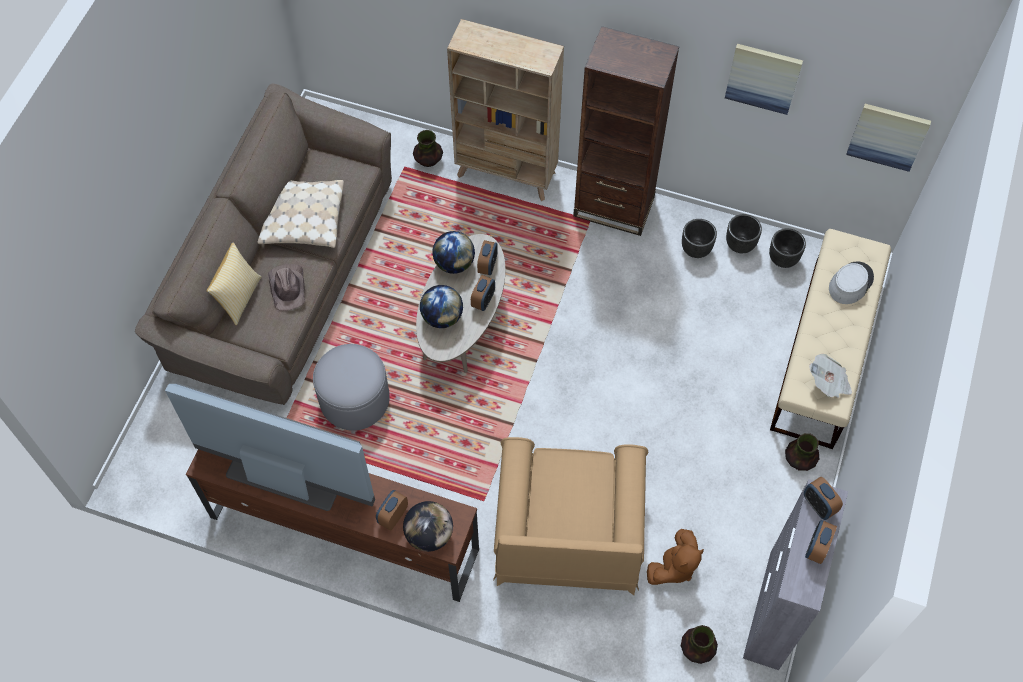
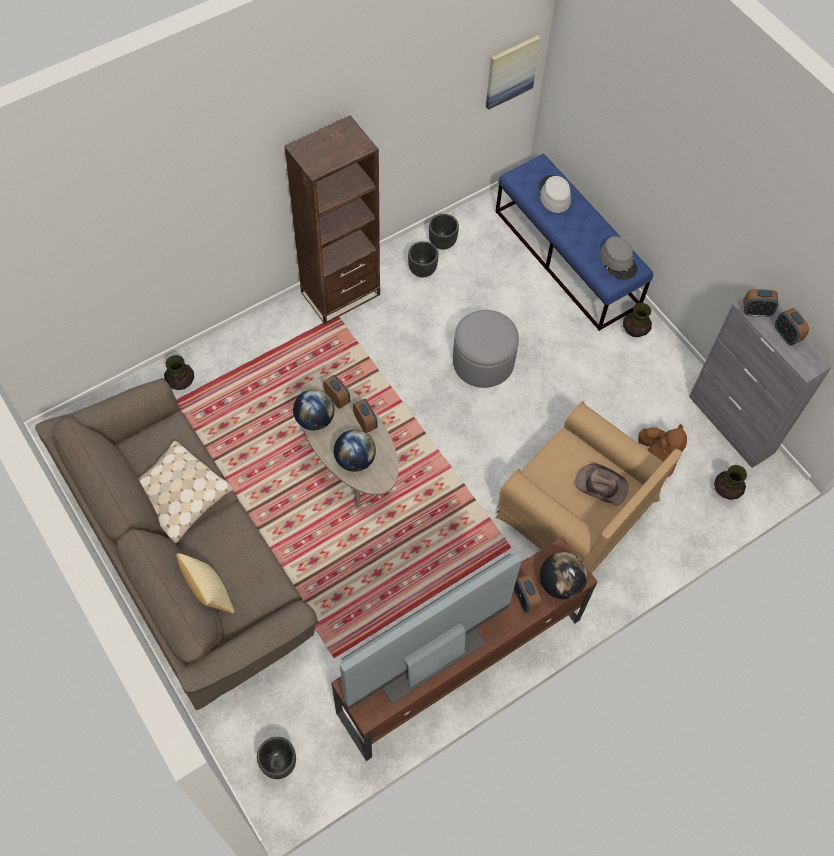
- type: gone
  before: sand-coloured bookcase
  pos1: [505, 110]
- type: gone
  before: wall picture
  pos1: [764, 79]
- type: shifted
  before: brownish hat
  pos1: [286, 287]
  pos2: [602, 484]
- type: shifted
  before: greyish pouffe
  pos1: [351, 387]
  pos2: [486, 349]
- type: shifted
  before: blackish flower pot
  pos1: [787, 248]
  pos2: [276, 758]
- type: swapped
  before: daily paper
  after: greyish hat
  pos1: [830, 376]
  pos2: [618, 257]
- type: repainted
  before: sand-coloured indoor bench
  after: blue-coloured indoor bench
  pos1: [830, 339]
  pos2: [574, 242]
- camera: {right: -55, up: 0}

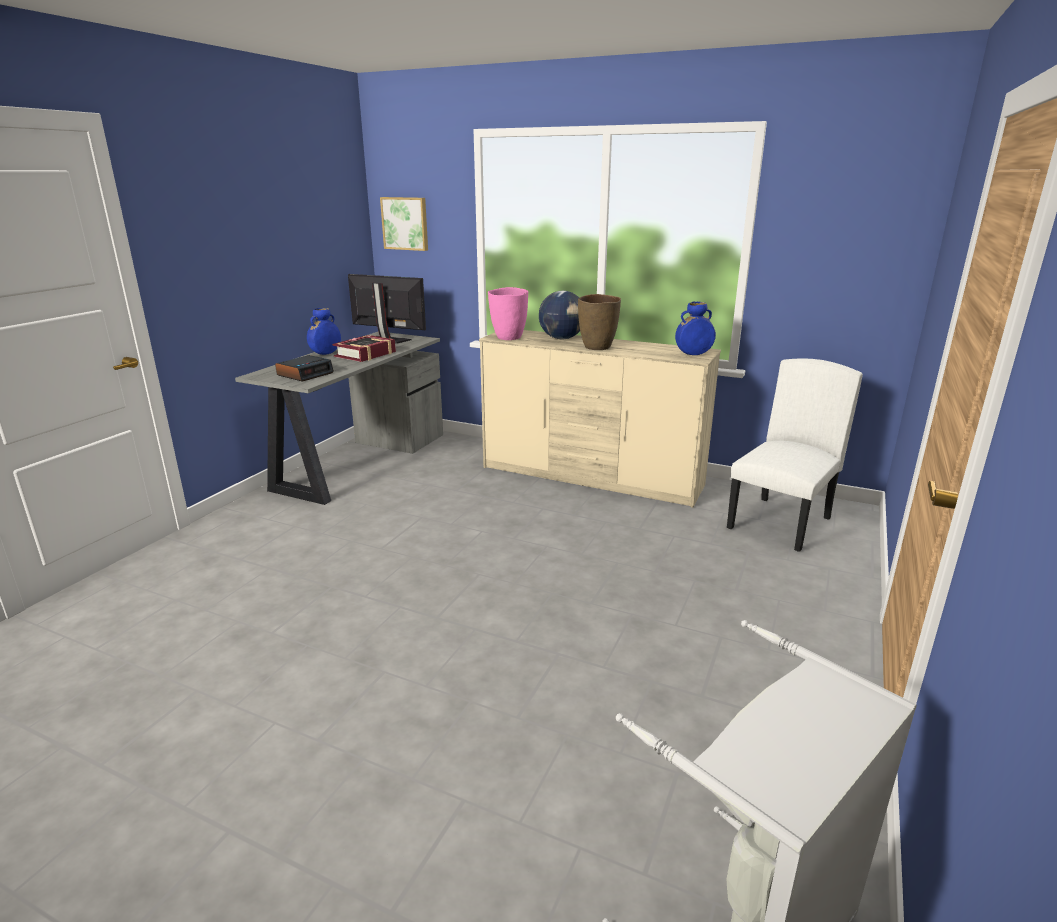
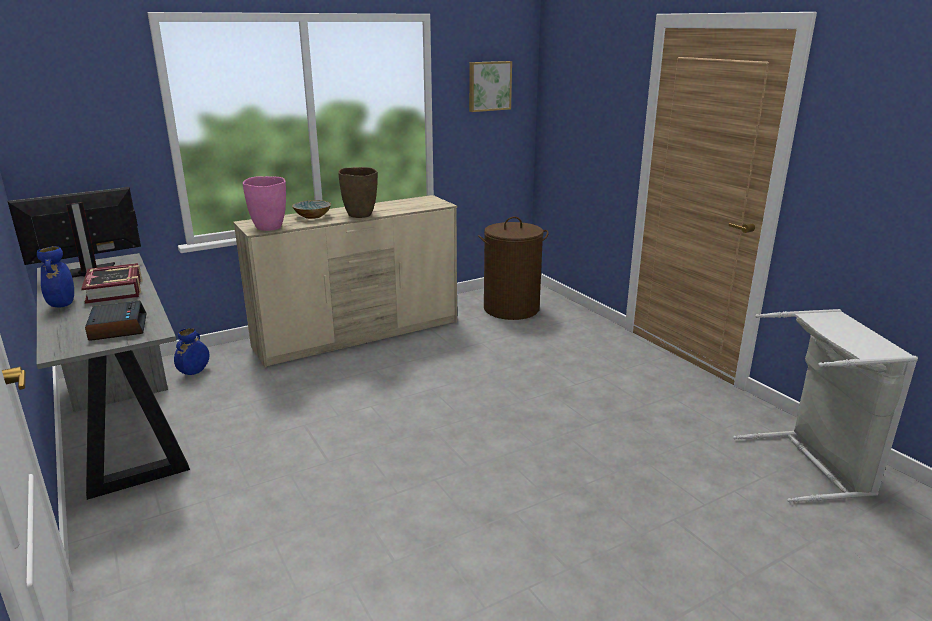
- type: shifted
  before: wall picture
  pos1: [404, 224]
  pos2: [490, 86]
- type: shifted
  before: blue-coloured decorative vase
  pos1: [695, 328]
  pos2: [191, 351]
- type: swapped
  before: desk globe
  after: bowl
  pos1: [559, 315]
  pos2: [311, 209]
- type: swapped
  before: white plain chair
  after: brownish hamper
  pos1: [795, 455]
  pos2: [513, 268]
- camera: {right: -55, up: 0}

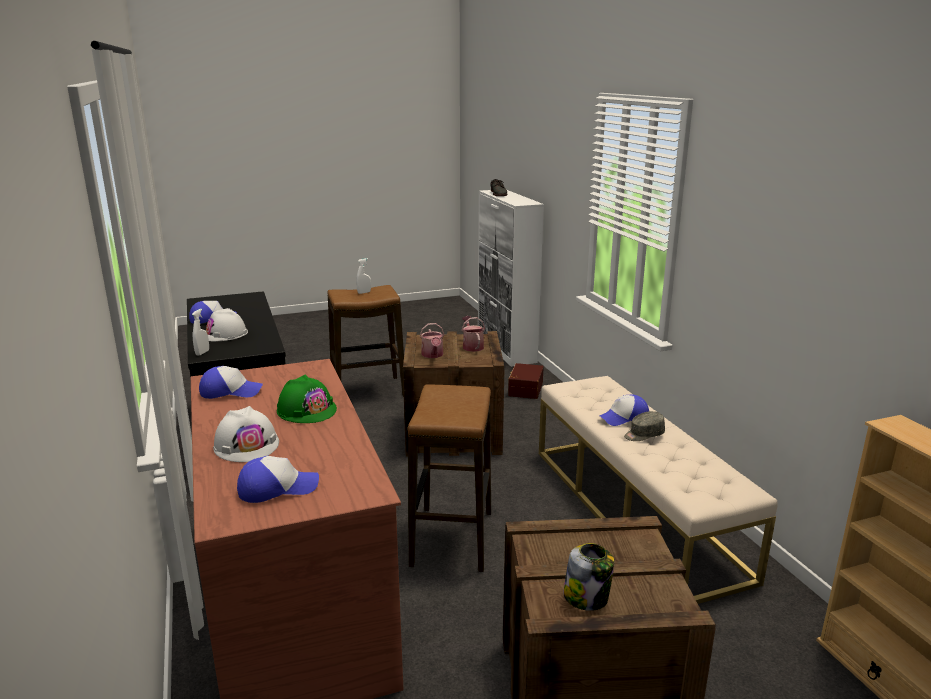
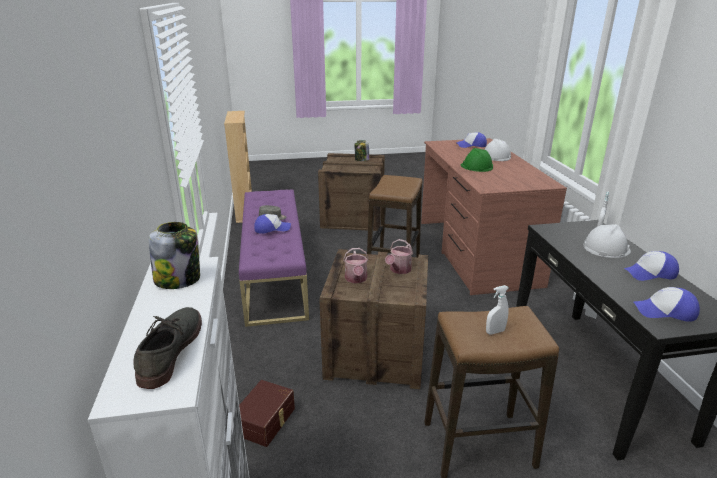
- type: new
  after: jar
  pos2: [174, 255]
- type: shifted
  before: cap
  pos1: [231, 382]
  pos2: [667, 304]
- type: repainted
  before: sand-coloured indoor bench
  after: purple-coloured indoor bench
  pos1: [658, 490]
  pos2: [274, 258]
- type: rotated
  before: watering can
  pos1: [432, 340]
  pos2: [399, 256]
  turn: -150
- camera: {right: -170, up: 5}

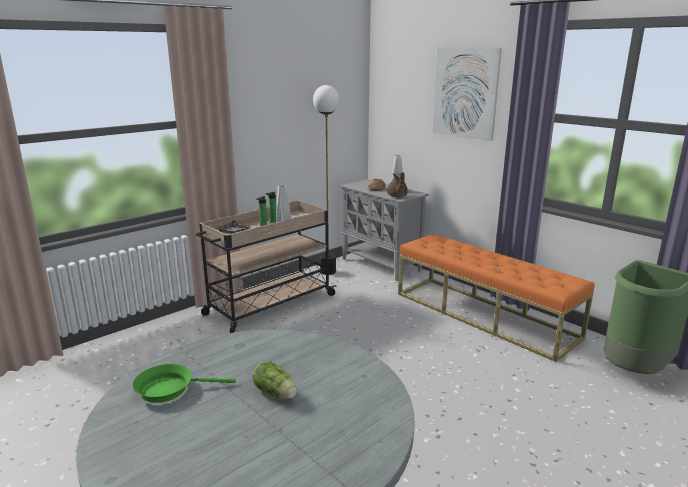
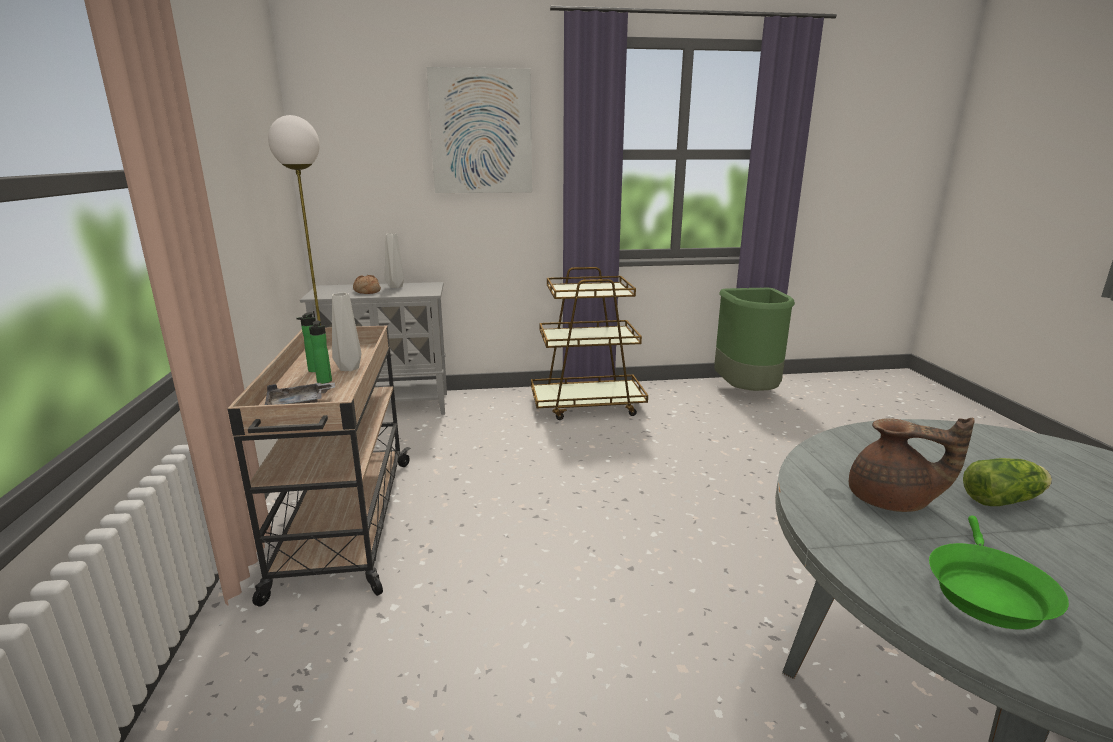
- type: shifted
  before: brownish tea pot
  pos1: [397, 184]
  pos2: [912, 464]
- type: swapped
  before: orangey indoor bench
  after: brownish wheeled cart
  pos1: [496, 298]
  pos2: [589, 343]
- camera: {right: -55, up: 0}

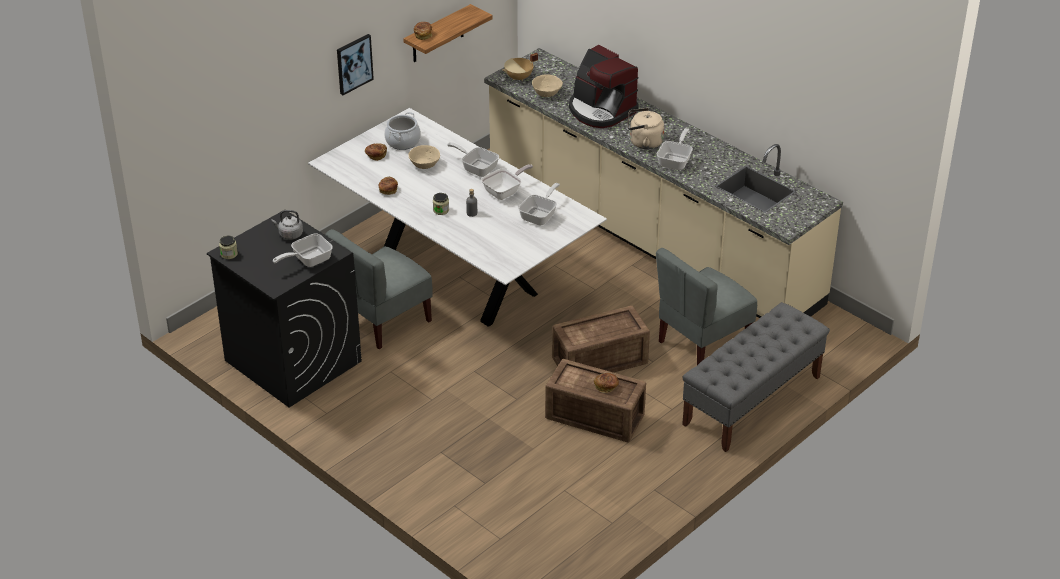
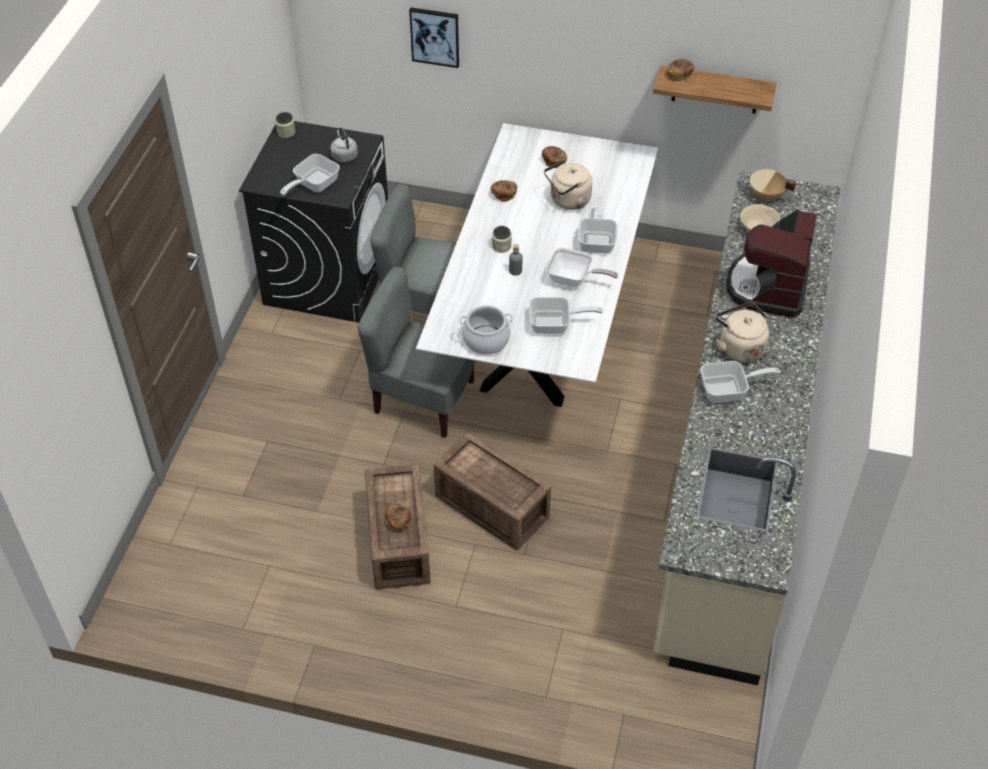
- type: gone
  before: greyish indoor bench
  pos1: [756, 377]
- type: shifted
  before: wall picture
  pos1: [355, 64]
  pos2: [434, 37]
- type: shifted
  before: saucepot
  pos1: [402, 131]
  pos2: [486, 330]
- type: shifted
  before: greyish plain chair
  pos1: [706, 306]
  pos2: [416, 352]
- type: swapped
  before: sand-coloured bowl
  after: sand-coloured kettle
  pos1: [424, 157]
  pos2: [568, 185]
- type: rotated
  before: skillet
  pos1: [303, 250]
  pos2: [310, 174]
  turn: -75
- camera: {right: 60, up: 10}

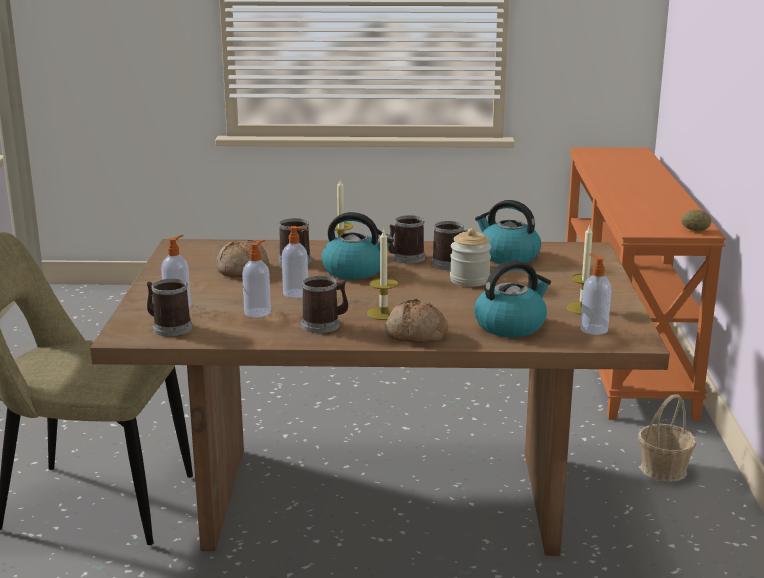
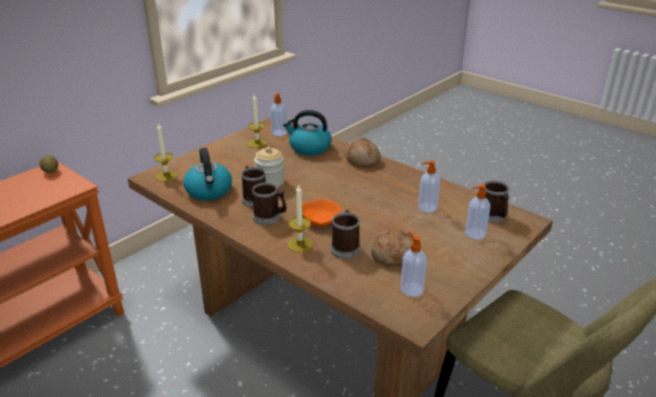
- type: gone
  before: mug
  pos1: [324, 304]
- type: gone
  before: basket
  pos1: [667, 438]
- type: shifted
  before: soap bottle
  pos1: [295, 262]
  pos2: [414, 264]
- type: shifted
  before: wax candle
  pos1: [382, 275]
  pos2: [166, 152]
- type: swapped
  before: kettle
  after: orangey bowl
  pos1: [357, 245]
  pos2: [321, 213]
- camera: {right: -140, up: 10}

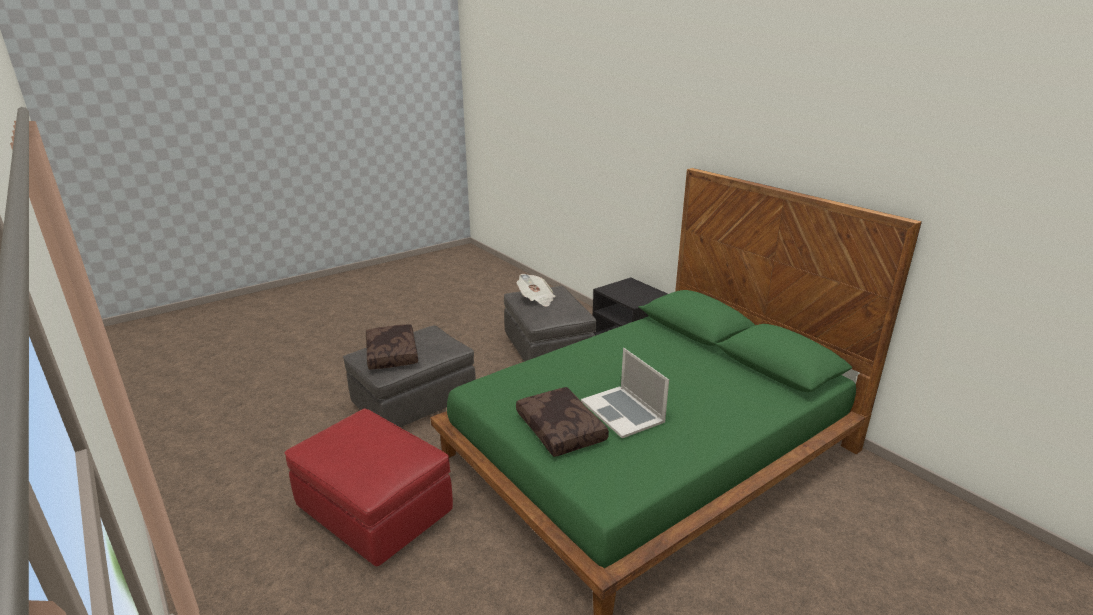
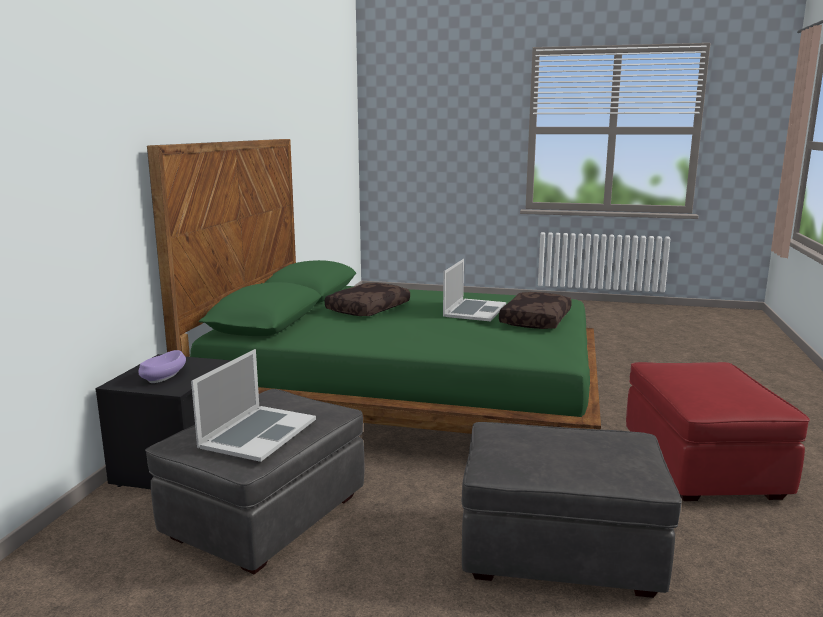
- type: new
  after: purple-coloured bowl
  pos2: [162, 366]
- type: shifted
  before: brownish throw pillow
  pos1: [392, 346]
  pos2: [367, 299]
- type: swapped
  before: daily paper
  after: laptop
  pos1: [536, 290]
  pos2: [253, 405]
- camera: {right: -130, up: -10}

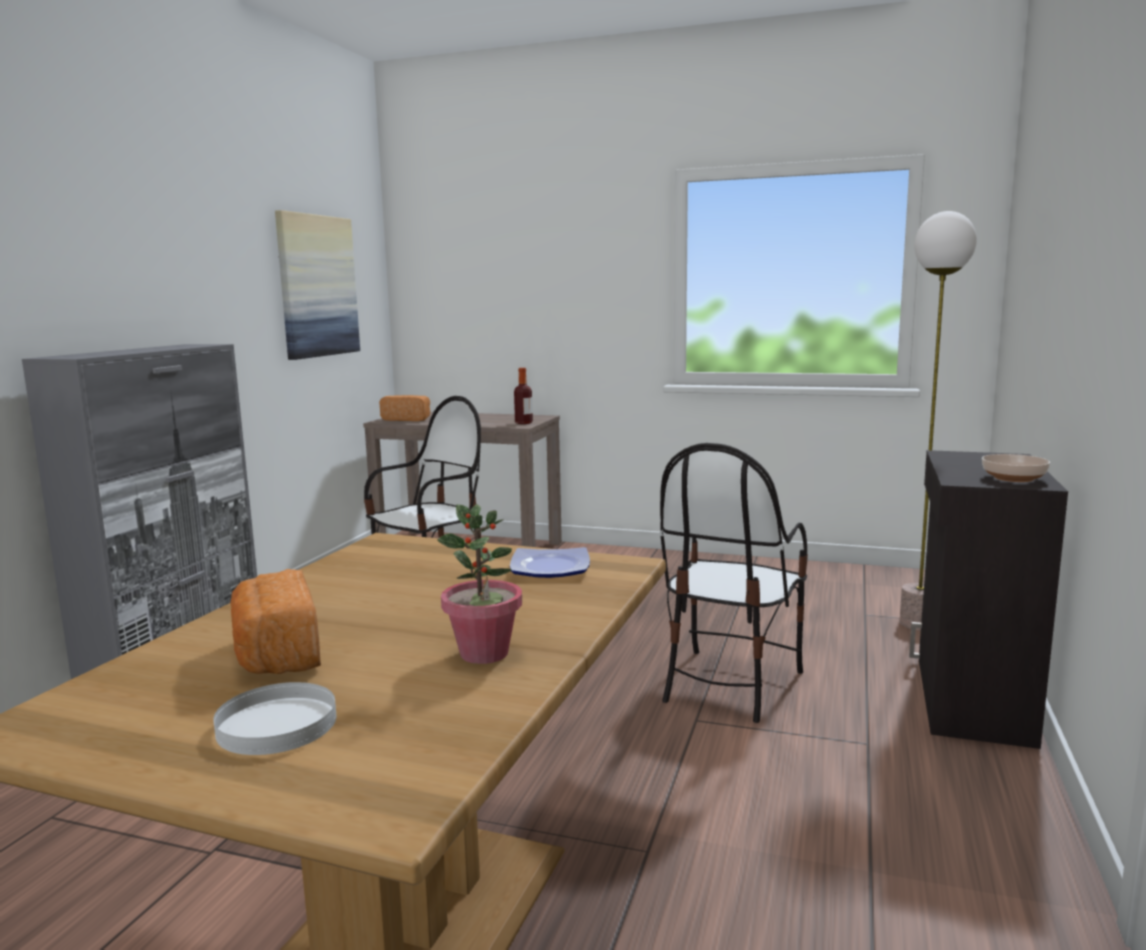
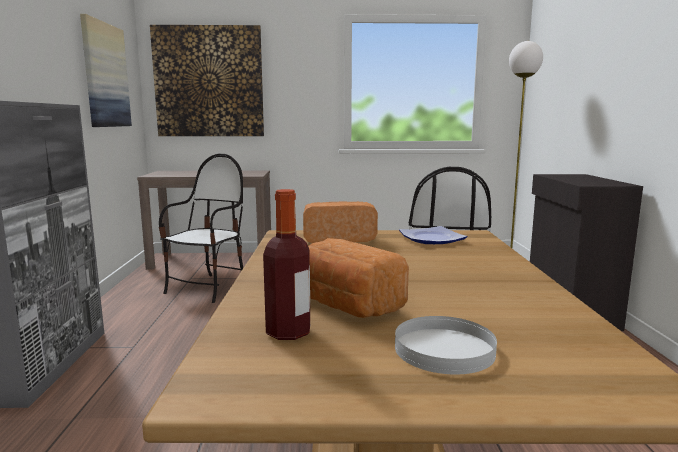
- type: gone
  before: potted plant
  pos1: [479, 584]
- type: gone
  before: bowl
  pos1: [1016, 468]
- type: new
  after: wall picture
  pos2: [207, 80]
- type: shifted
  before: baked bread
  pos1: [404, 408]
  pos2: [340, 222]
- type: shifted
  before: drink bottle
  pos1: [523, 396]
  pos2: [286, 264]
- camera: {right: -20, up: 0}

